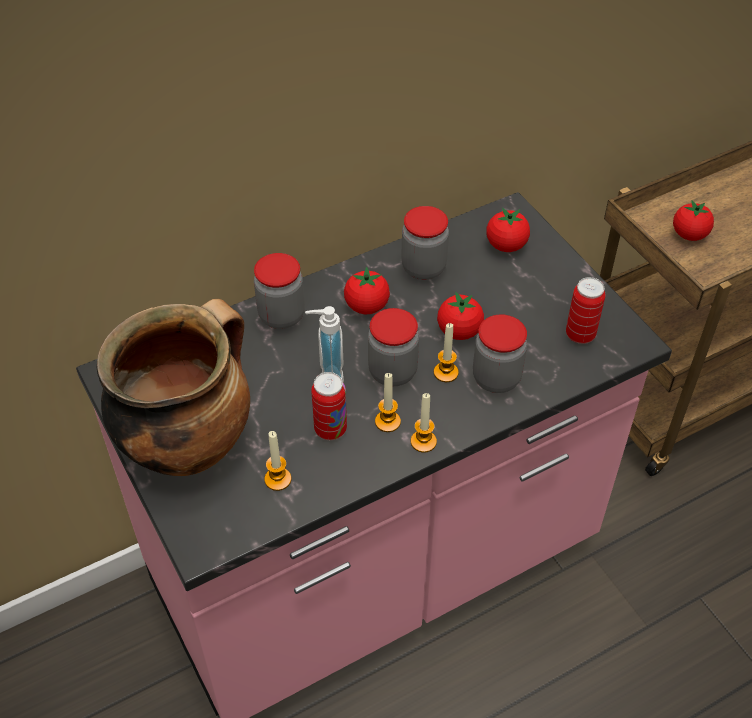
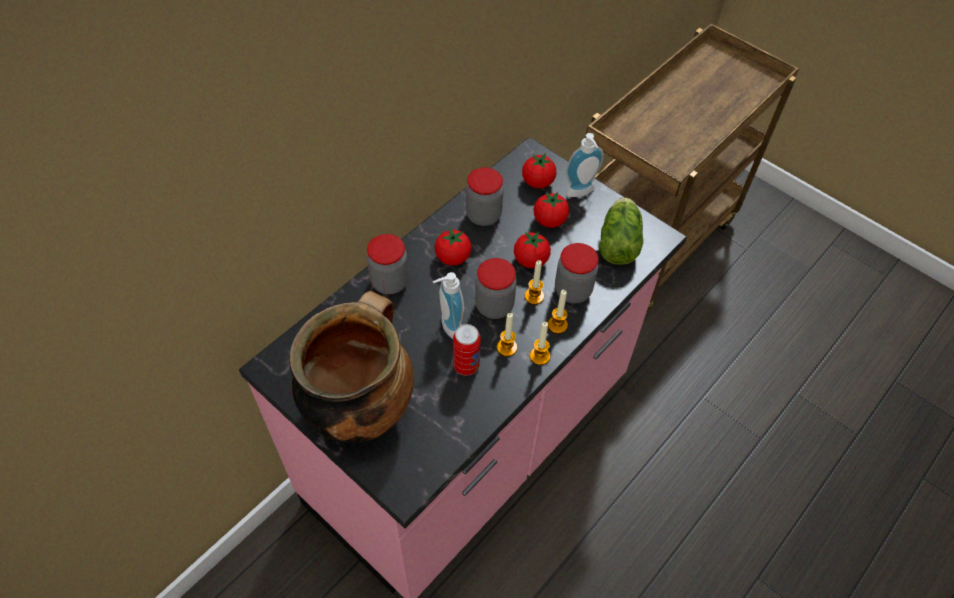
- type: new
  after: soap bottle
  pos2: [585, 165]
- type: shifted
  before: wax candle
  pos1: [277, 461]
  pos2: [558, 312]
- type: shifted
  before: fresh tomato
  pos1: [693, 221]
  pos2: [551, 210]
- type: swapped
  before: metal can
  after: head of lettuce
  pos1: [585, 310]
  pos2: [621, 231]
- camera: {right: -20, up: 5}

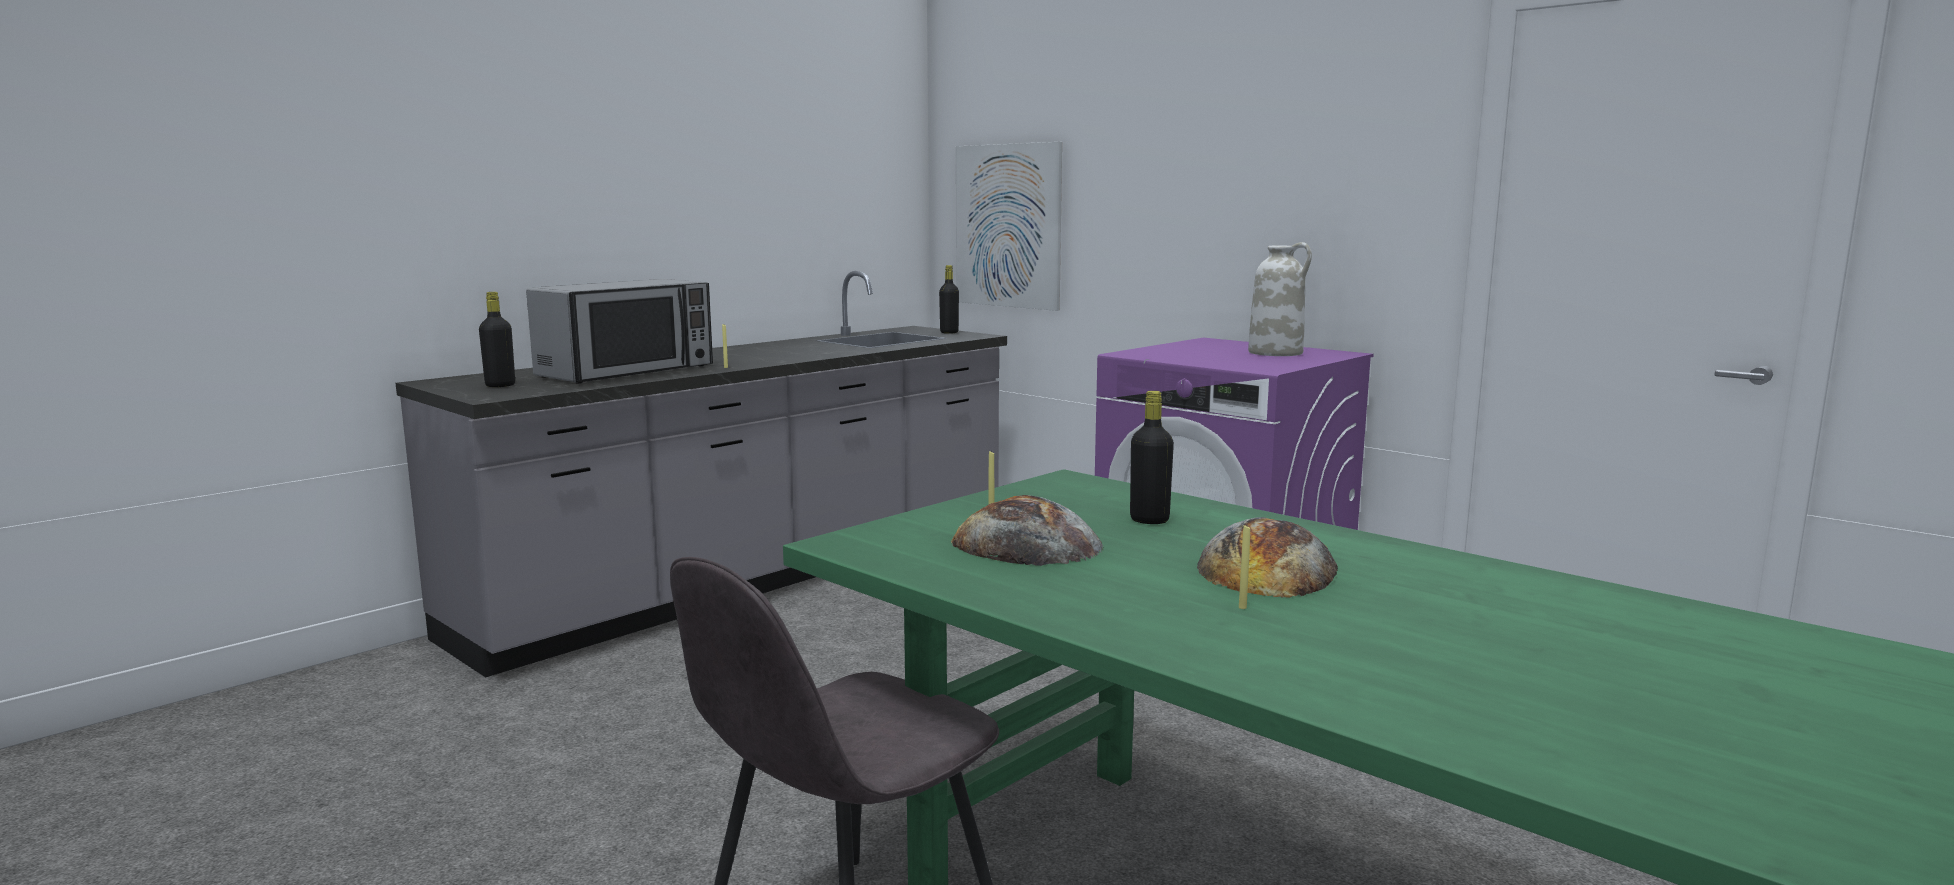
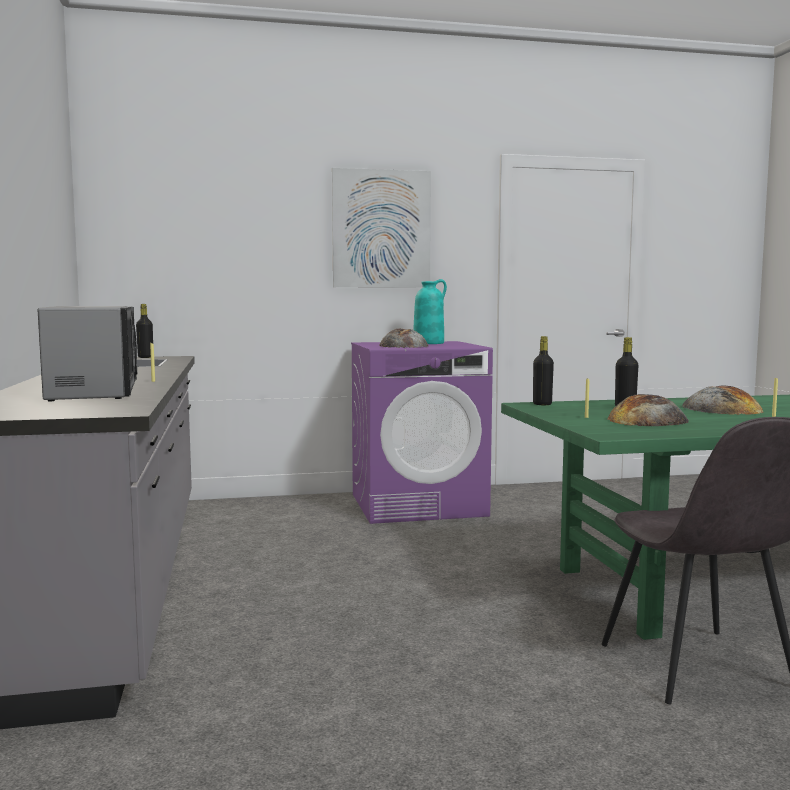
- type: new
  after: baked bread
  pos2: [403, 338]
- type: shifted
  before: blackish drink bottle
  pos1: [497, 339]
  pos2: [543, 370]
- type: shifted
  before: wall picture
  pos1: [1009, 226]
  pos2: [381, 228]
- type: repainted
  before: white decorative vase
  after: turquoise decorative vase
  pos1: [1280, 299]
  pos2: [430, 311]
- camera: {right: -55, up: -5}

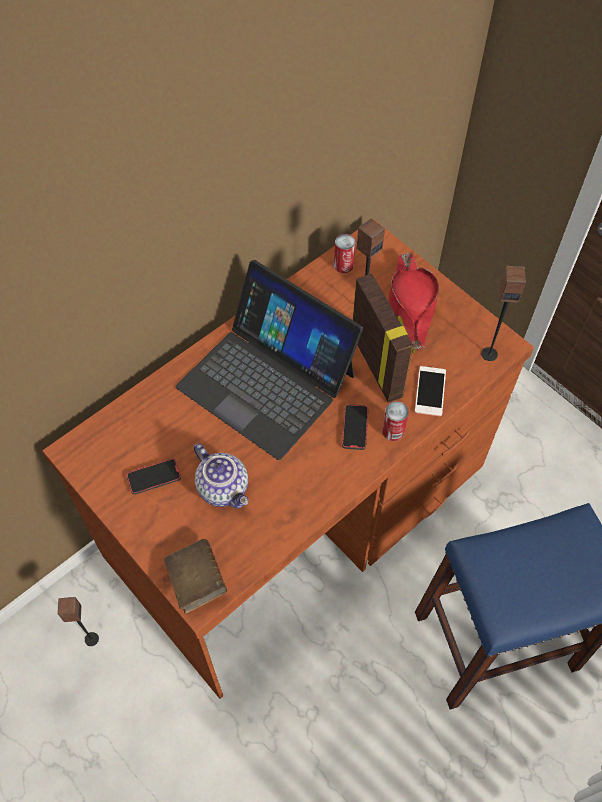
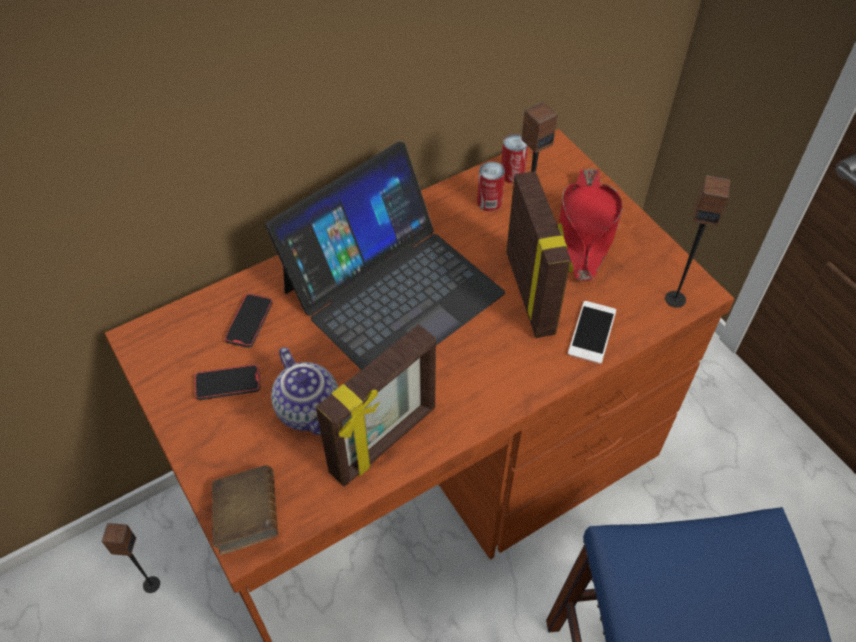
- type: new
  after: picture frame
  pos2: [376, 405]
- type: shifted
  before: telephone
  pos1: [355, 427]
  pos2: [249, 320]
- type: shifted
  before: metal can
  pos1: [395, 421]
  pos2: [491, 187]
- type: rotated
  before: laptop
  pos1: [269, 360]
  pos2: [385, 255]
  turn: -90
- camera: {right: 10, up: -5}

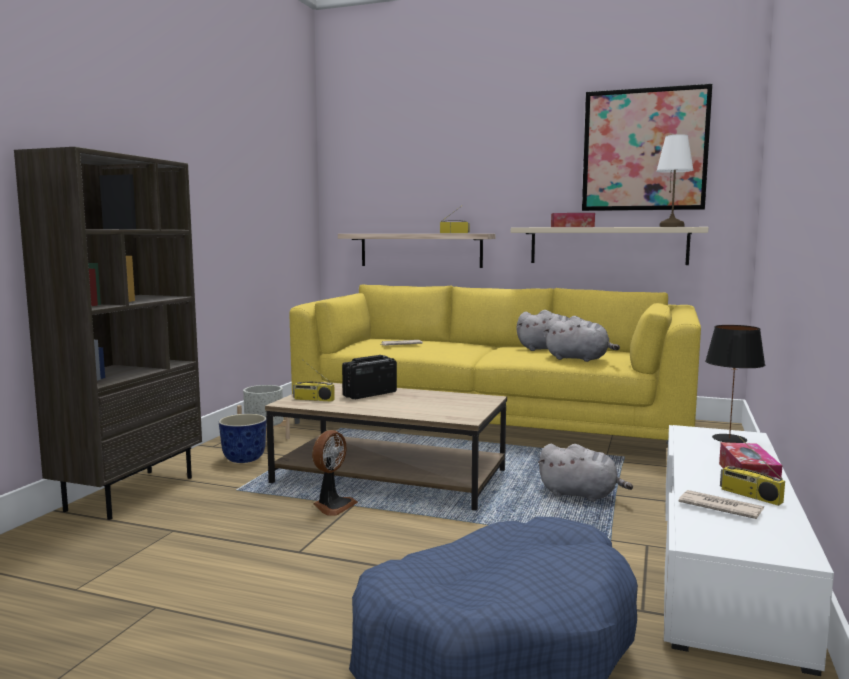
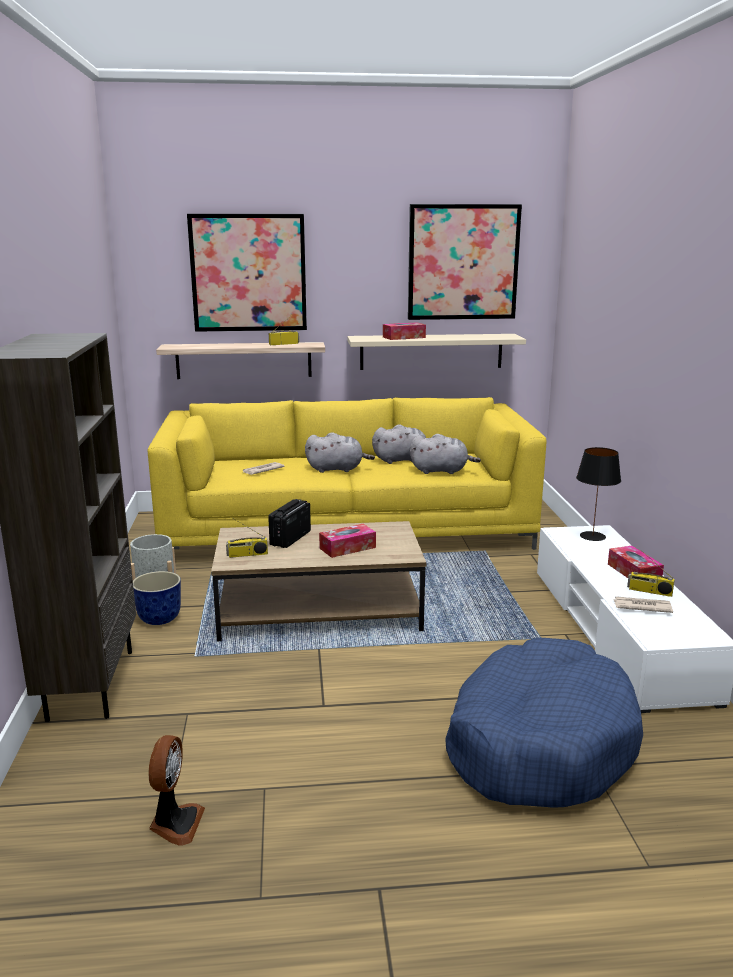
- type: gone
  before: white lamp for a table
  pos1: [675, 181]
- type: new
  after: wall picture
  pos2: [247, 273]
- type: new
  after: box of tissues
  pos2: [347, 541]
- type: shifted
  before: fan
  pos1: [335, 473]
  pos2: [176, 790]
- type: shifted
  before: greyish soft toy
  pos1: [585, 472]
  pos2: [340, 452]
- camera: {right: -25, up: 10}

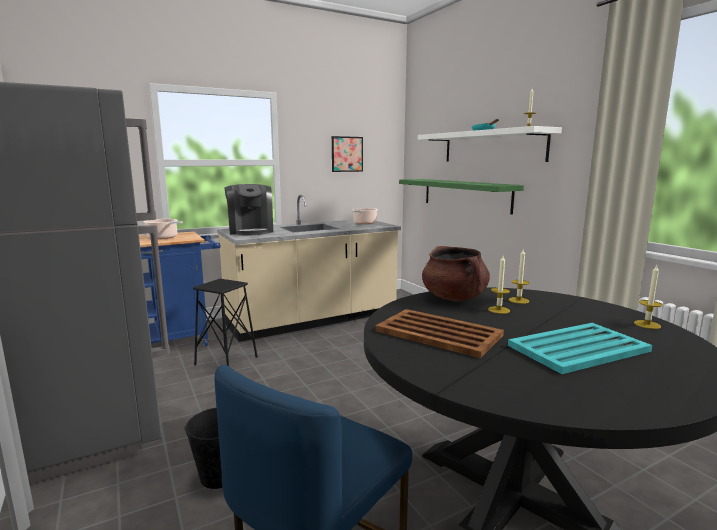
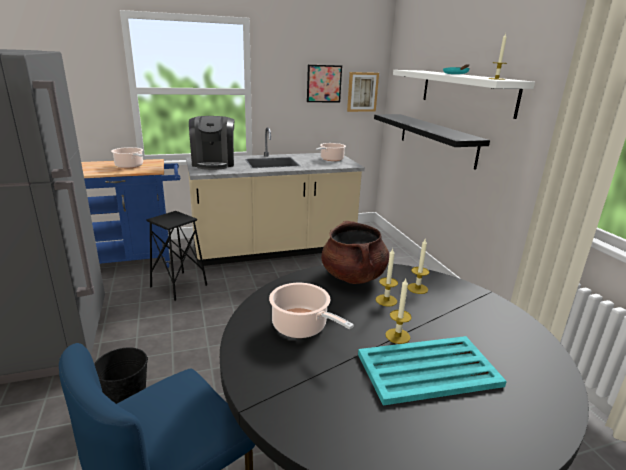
- type: new
  after: wall picture
  pos2: [363, 92]
- type: shifted
  before: wax candle
  pos1: [648, 297]
  pos2: [398, 311]
- type: swapped
  before: brownish carrying tray
  after: saucepot
  pos1: [439, 333]
  pos2: [311, 310]
- type: repainted
  before: greenish wall shelf
  after: blackish wall shelf
  pos1: [461, 196]
  pos2: [432, 142]
- camera: {right: 10, up: 10}

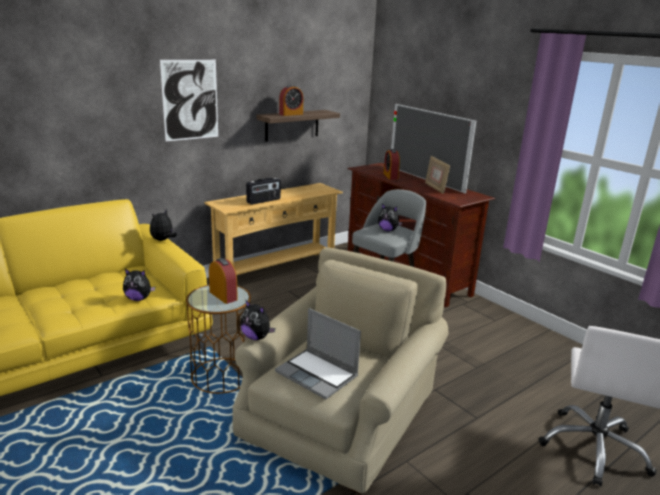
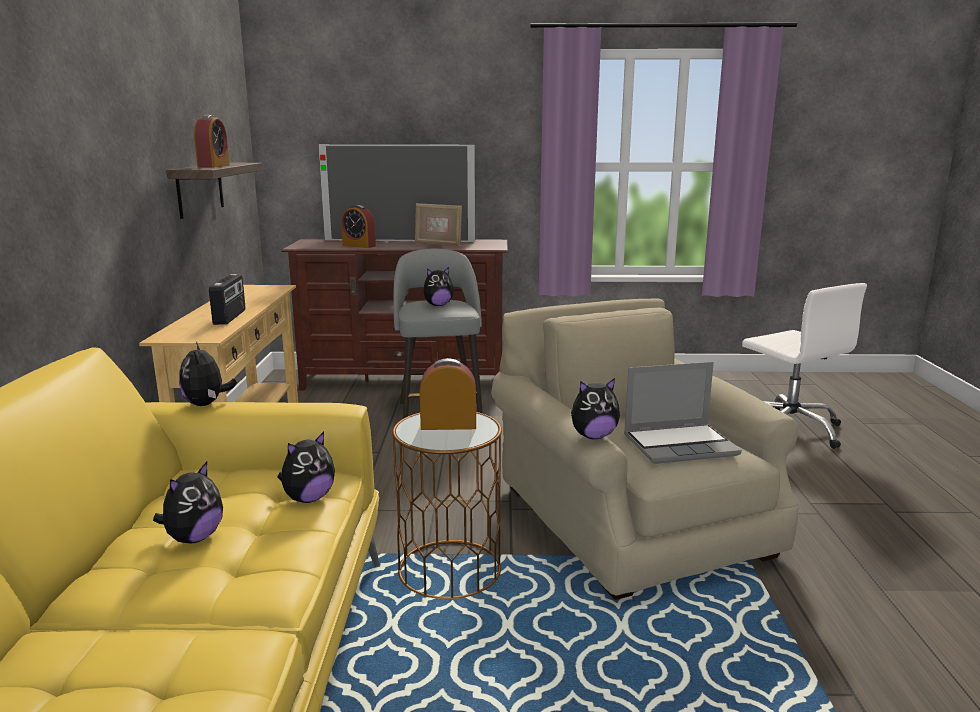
- type: gone
  before: wall picture
  pos1: [189, 100]
- type: new
  after: soft toy
  pos2: [188, 502]
- camera: {right: -50, up: -5}

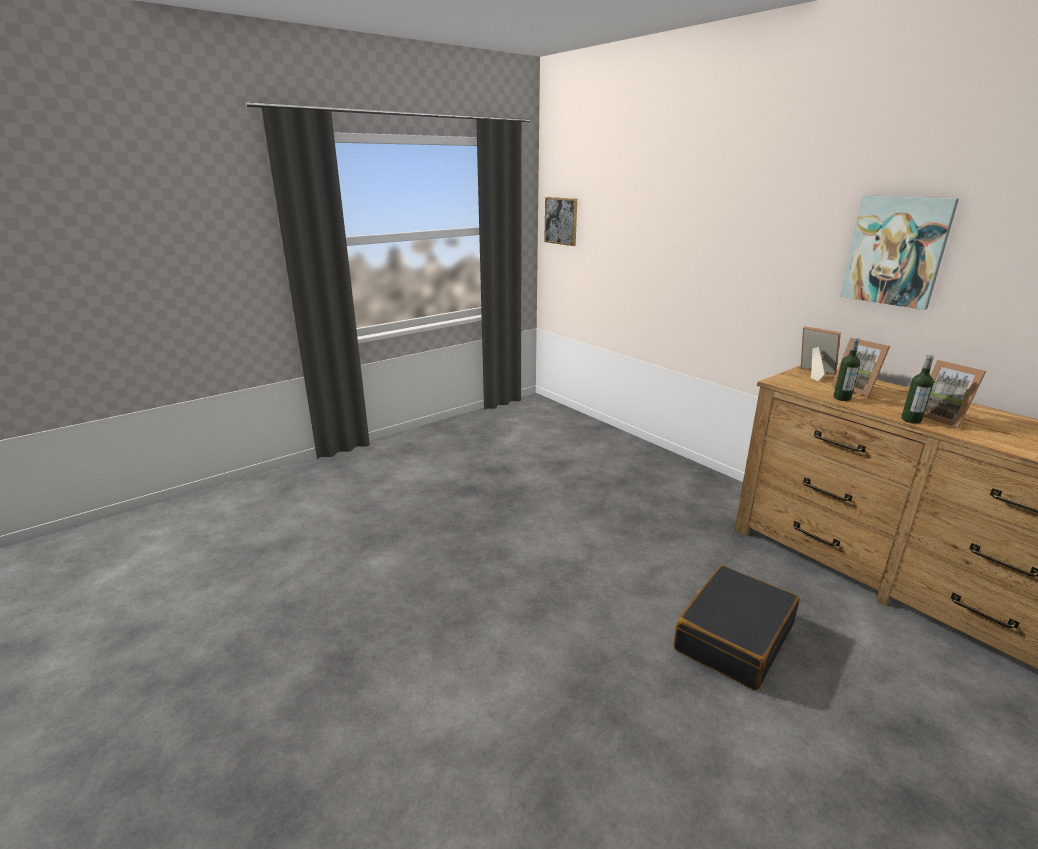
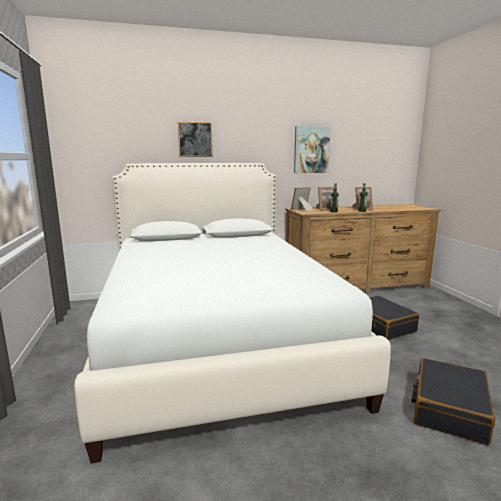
- type: new
  after: white bed
  pos2: [232, 313]
- type: new
  after: blackish suitcase
  pos2: [453, 401]
- type: shifted
  before: wall picture
  pos1: [560, 221]
  pos2: [195, 139]
- camera: {right: -65, up: -10}

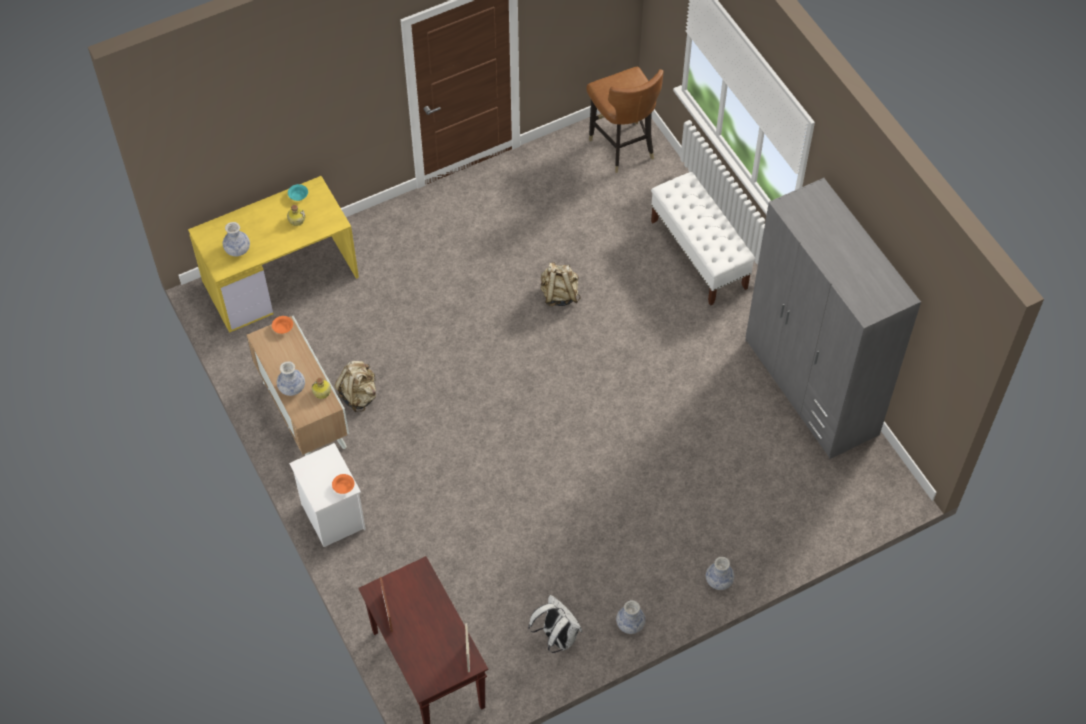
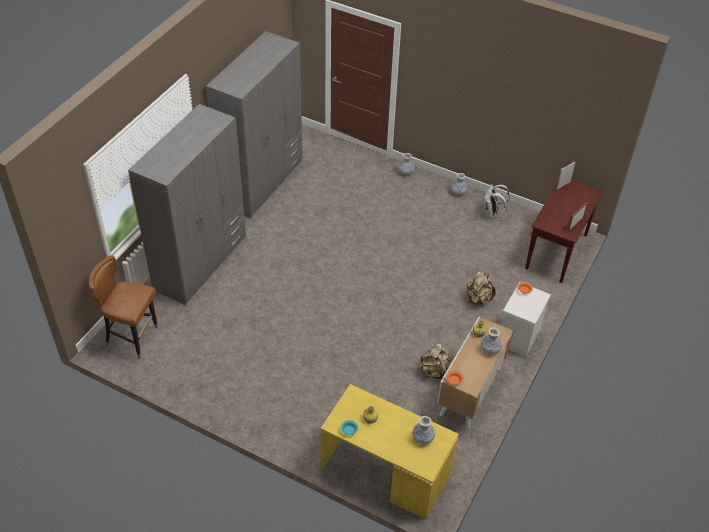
- type: shifted
  before: sand-coloured backpack
  pos1: [560, 284]
  pos2: [481, 288]
- type: swapped
  before: white indoor bench
  after: greyish wardrobe
  pos1: [703, 239]
  pos2: [187, 204]
- type: rotated
  before: brownish plain chair
  pos1: [625, 120]
  pos2: [123, 307]
  turn: -105
- camera: {right: -125, up: -10}

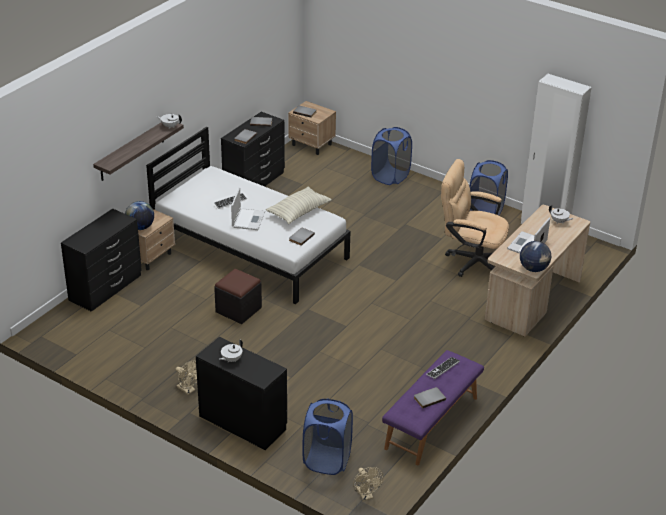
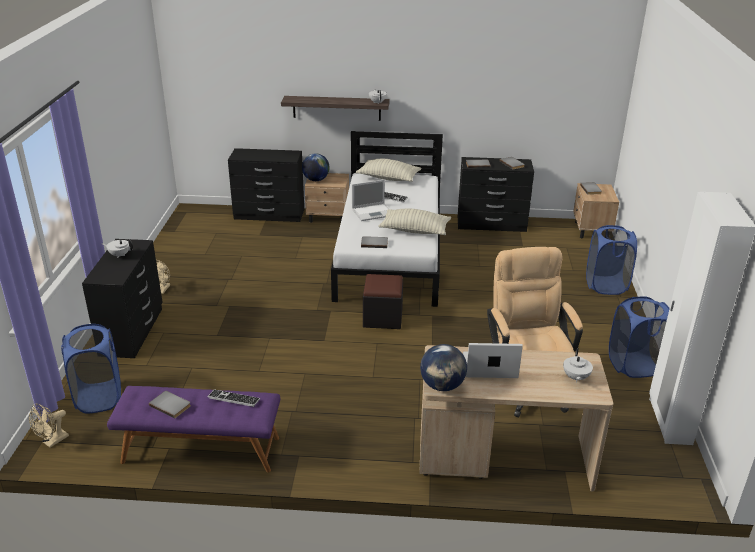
- type: new
  after: throw pillow
  pos2: [388, 170]
- type: shifted
  before: blackish pouffe
  pos1: [238, 296]
  pos2: [383, 301]
- camera: {right: 60, up: -5}

